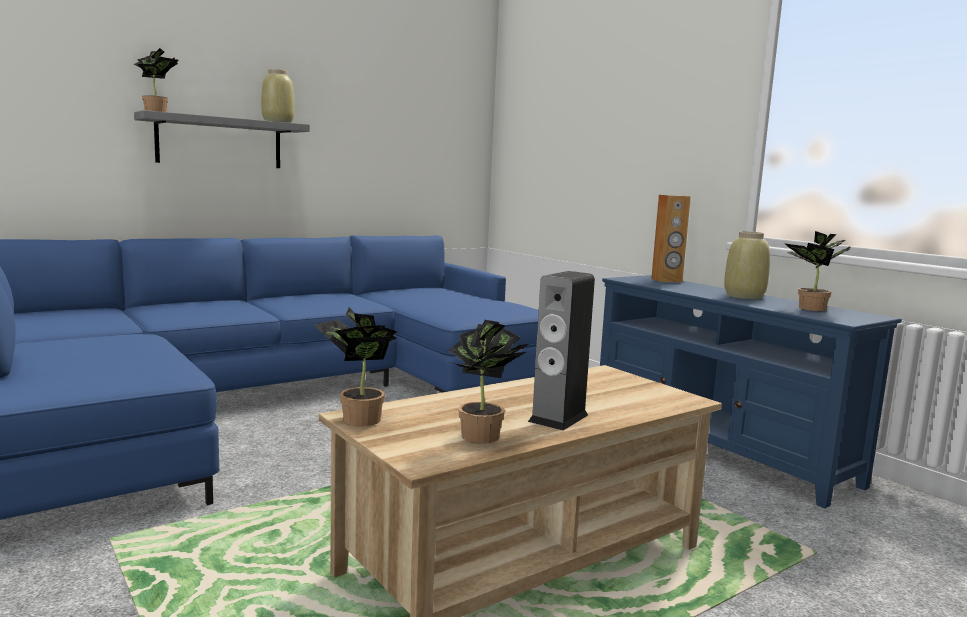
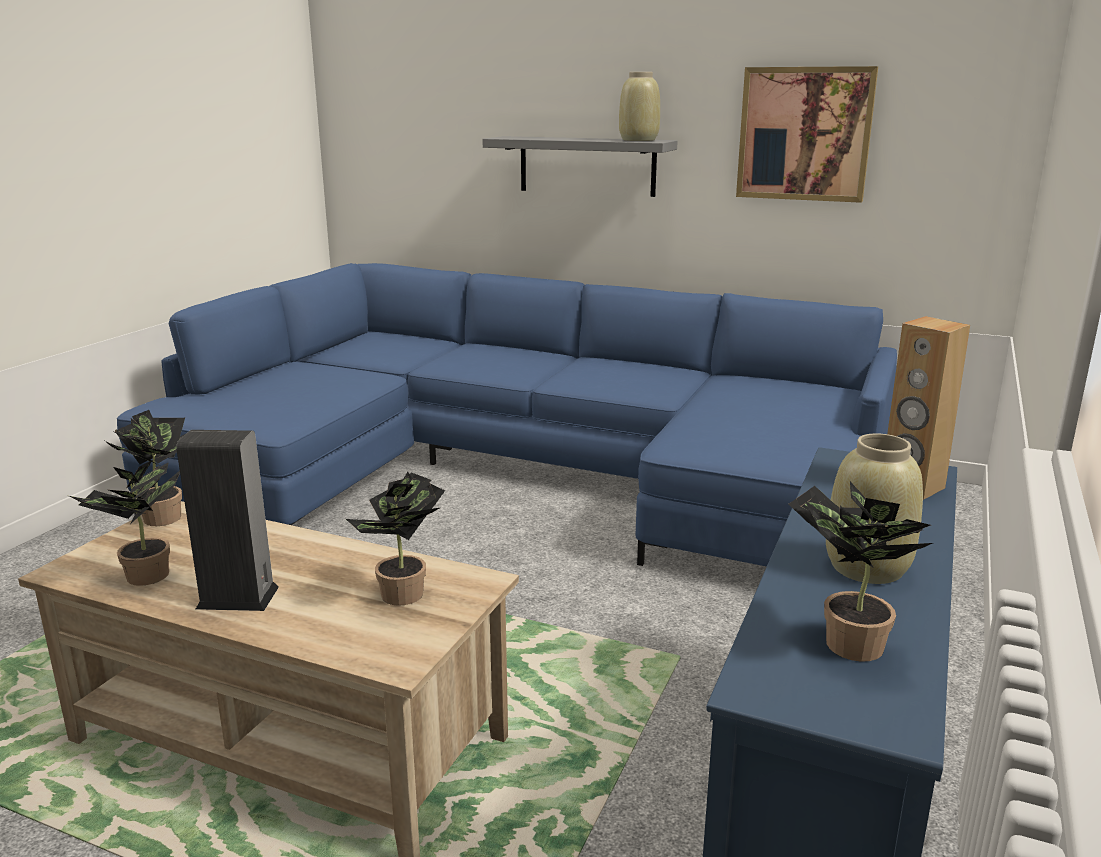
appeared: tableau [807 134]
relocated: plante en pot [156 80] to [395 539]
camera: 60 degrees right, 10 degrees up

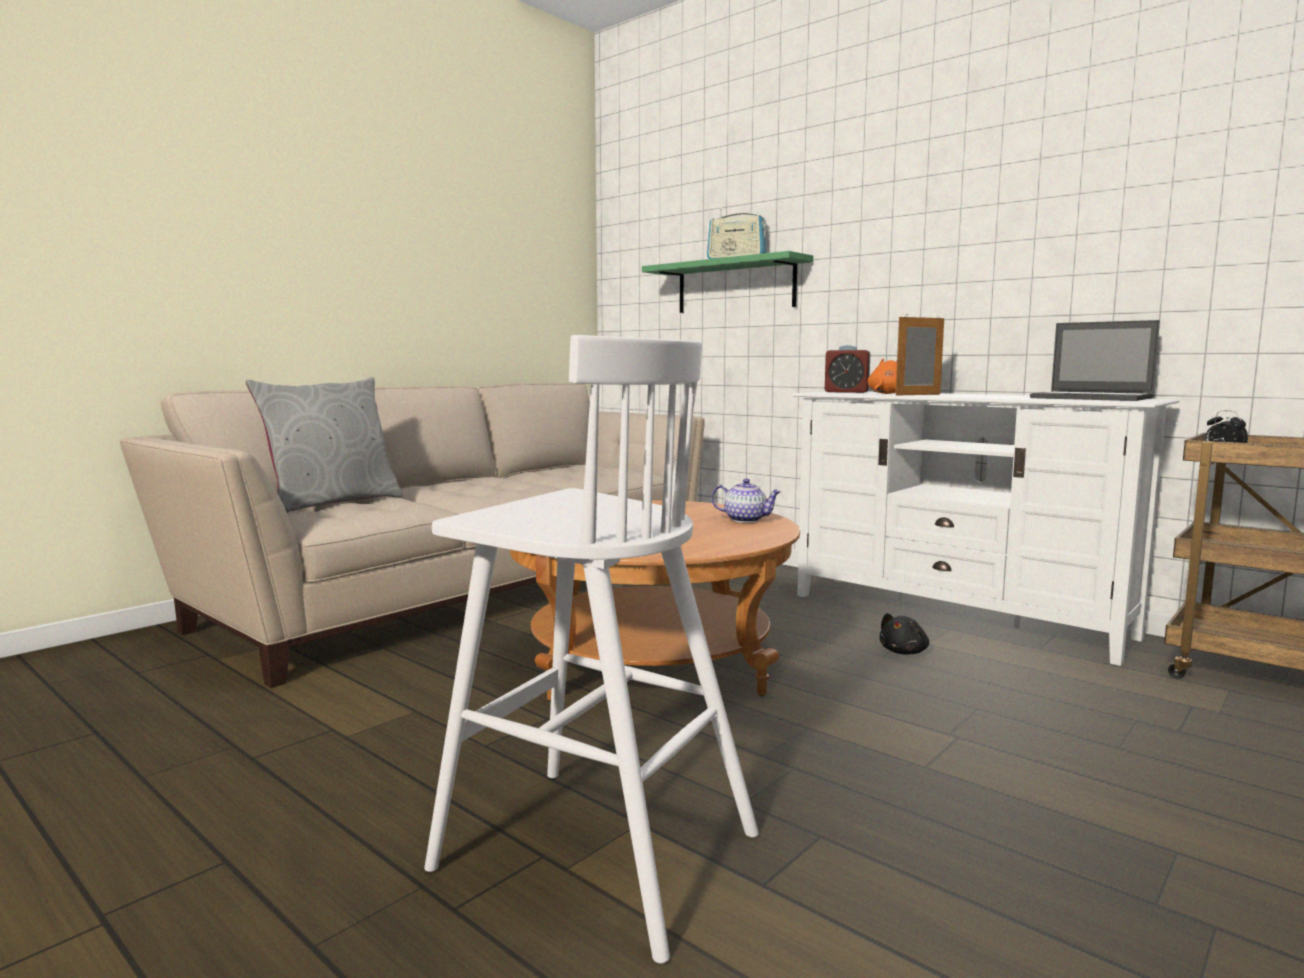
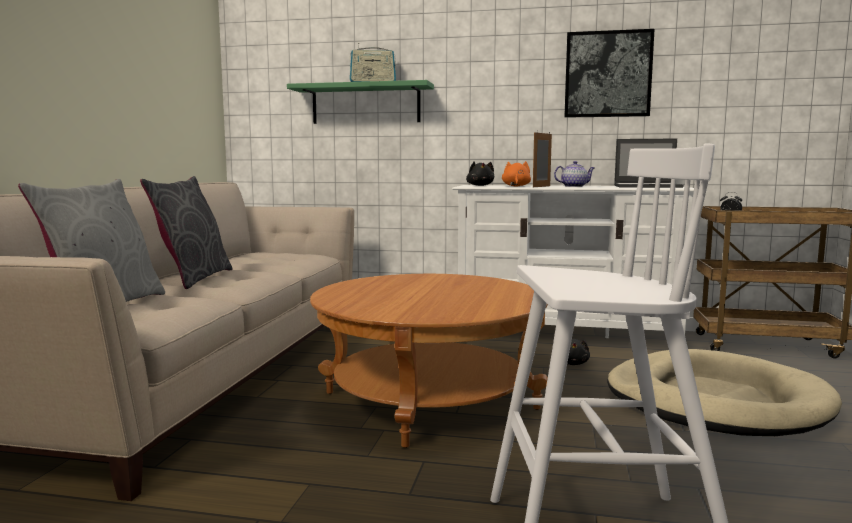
appeared: coussin/gris [186 232]; tableau [609 73]; panier pour chien/beige [724 392]
relocated: théière [746 501] to [574 174]
exchanged: réveil [848 369] to peluche/noir [480 173]
camera: 30 degrees left, 0 degrees up

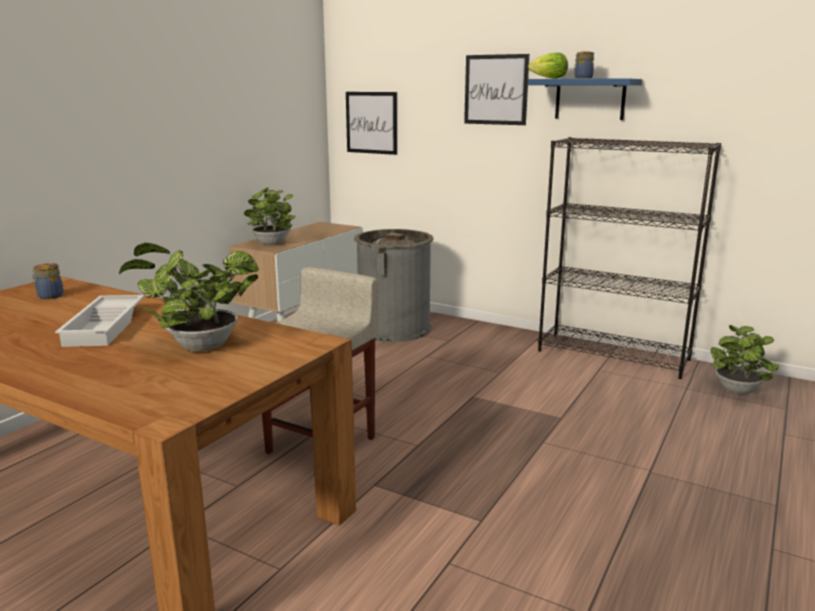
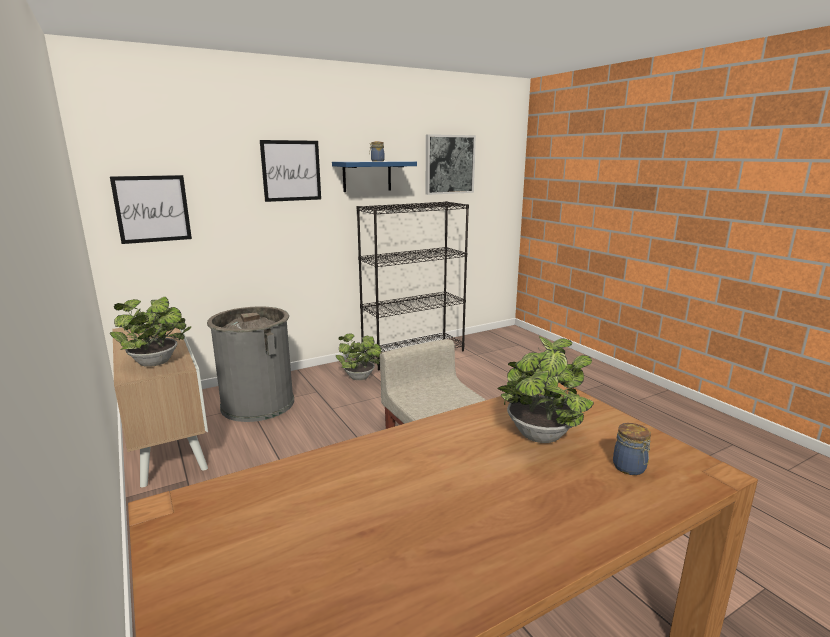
missing: plateau/blanc [100 321]; laitue [548 66]
appeared: tableau [450 164]
relocated: bocal [47 281] to [632 449]; plante en pot [744 359] to [359 356]
camera: 60 degrees left, 0 degrees up

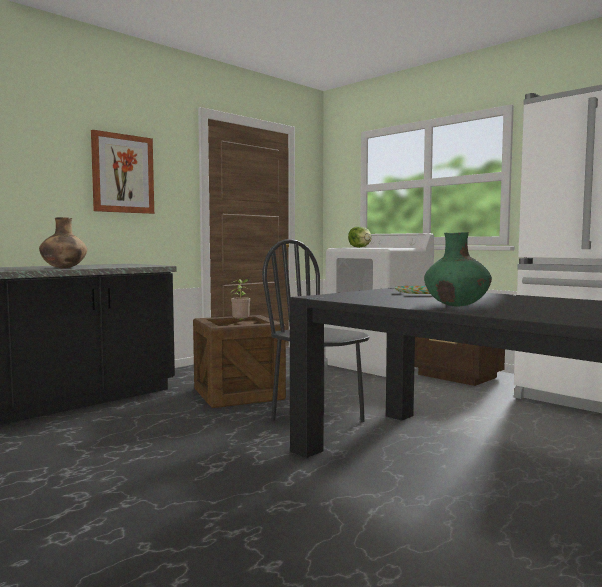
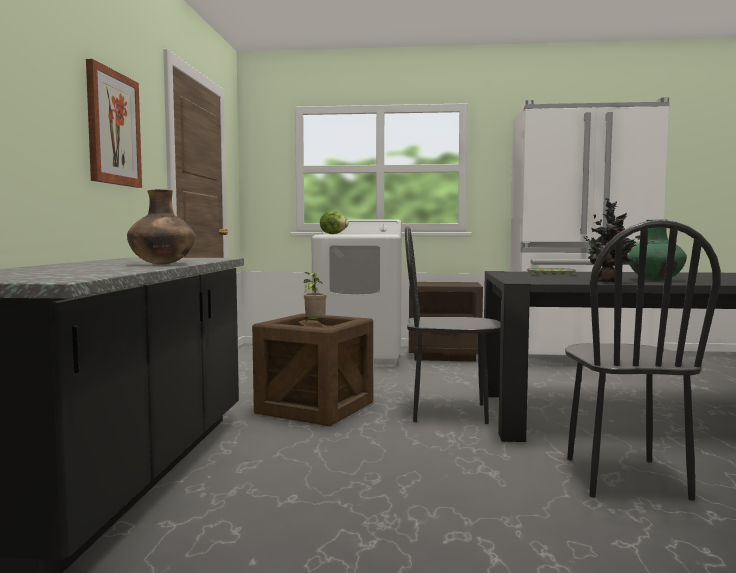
appeared: chaise/noir [643 360]; plante en pot [610 240]
camera: 40 degrees left, 0 degrees up

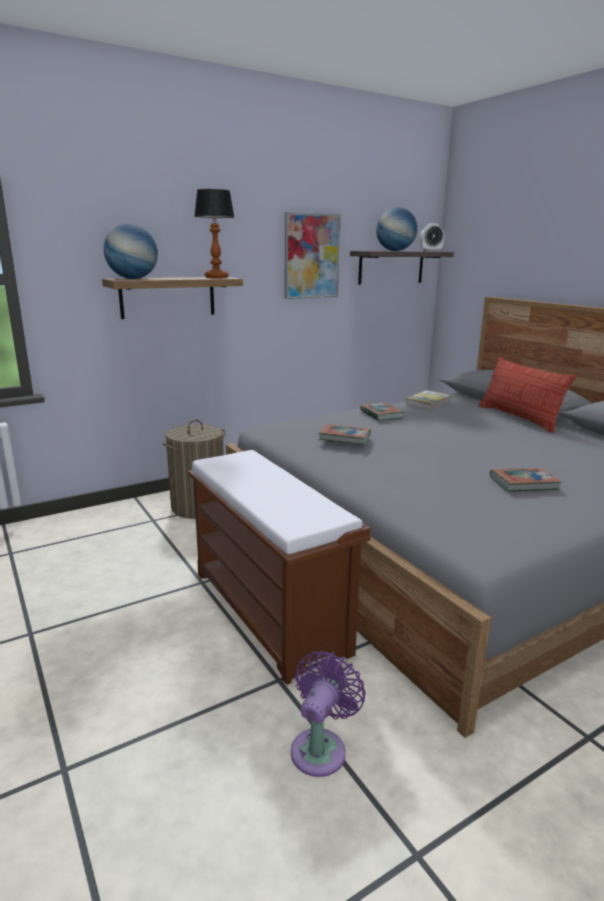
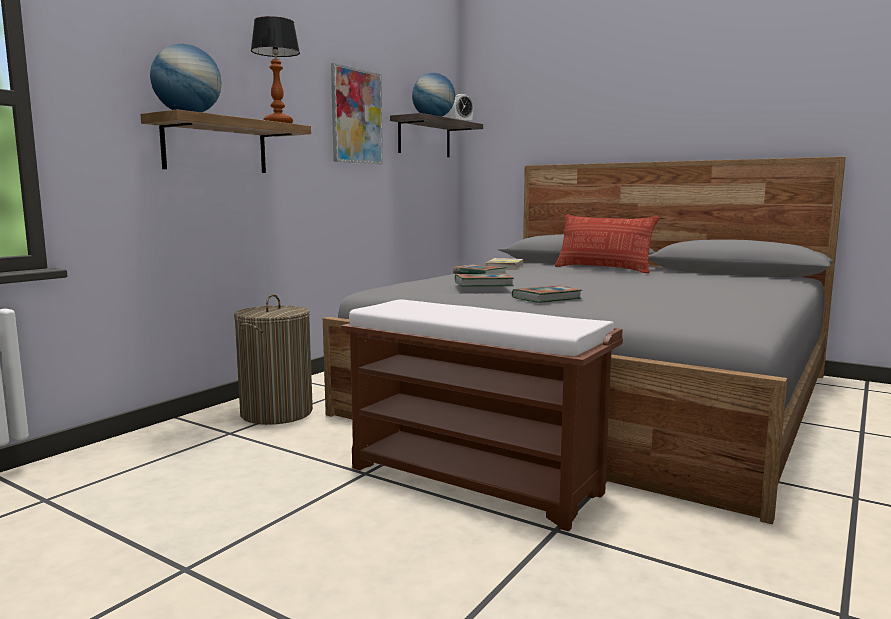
missing: ventilateur/violet [328 713]
relocated: livre [526 480] to [547 294]
camera: 25 degrees left, 10 degrees down

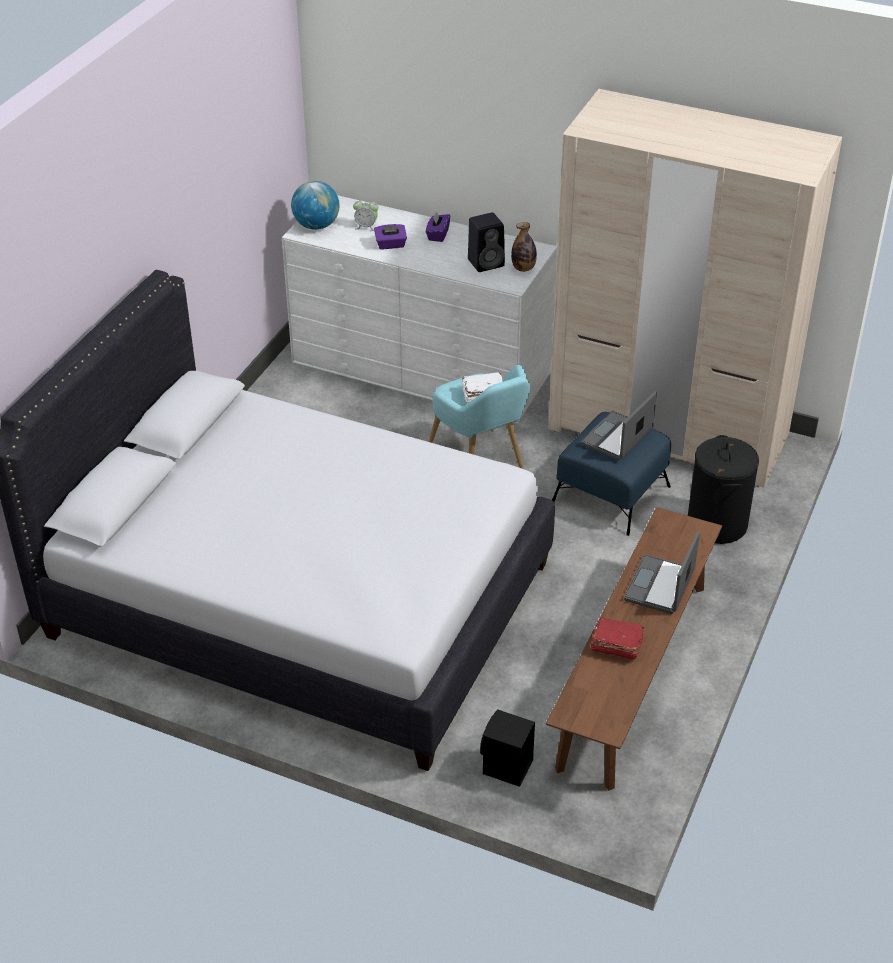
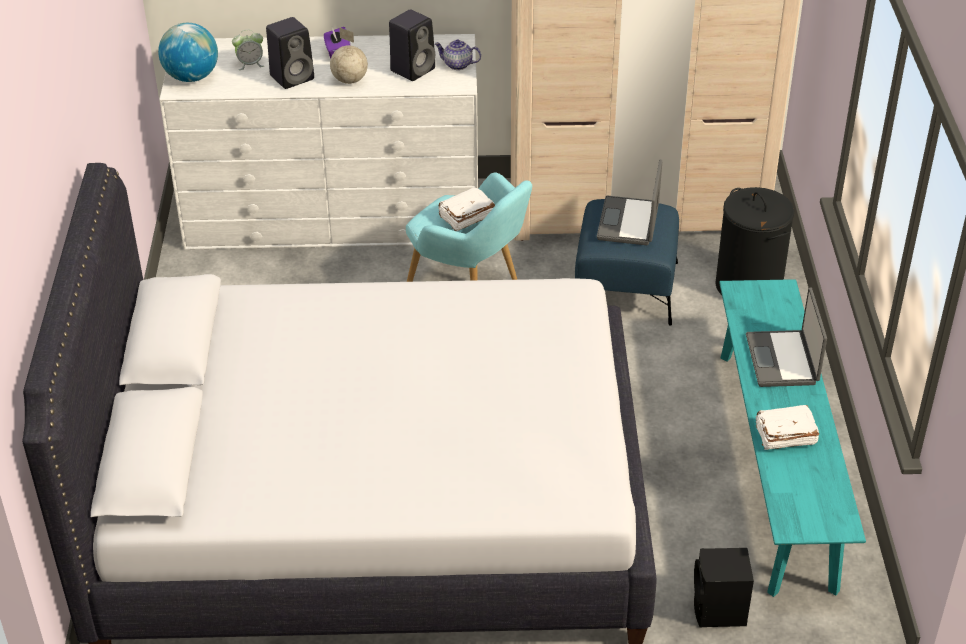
appeared: globe [349 55]
exchanged: boîte à mouchoirs/violet [390 236] to enceinte/noir [290 53]; bouteille [524 247] to théière [457 54]
colour: banc/marron [634 649] to banc/turquoise [792 438]; livre/rouge [617 638] to livre/blanc [787 427]
camera: 25 degrees left, 0 degrees up

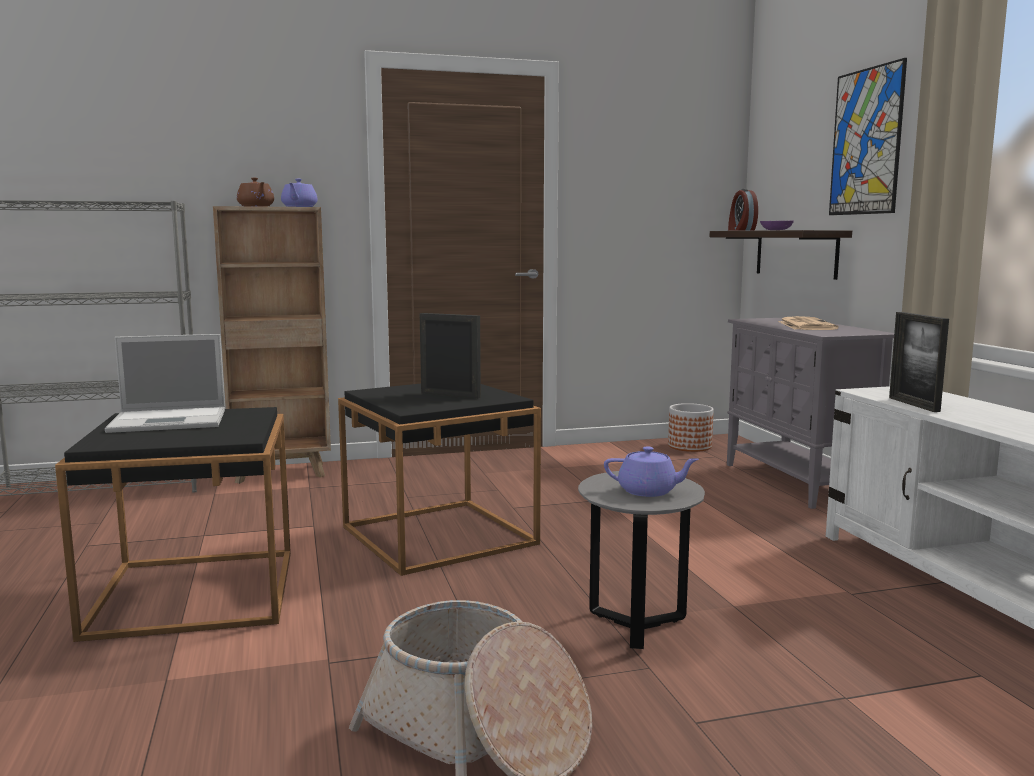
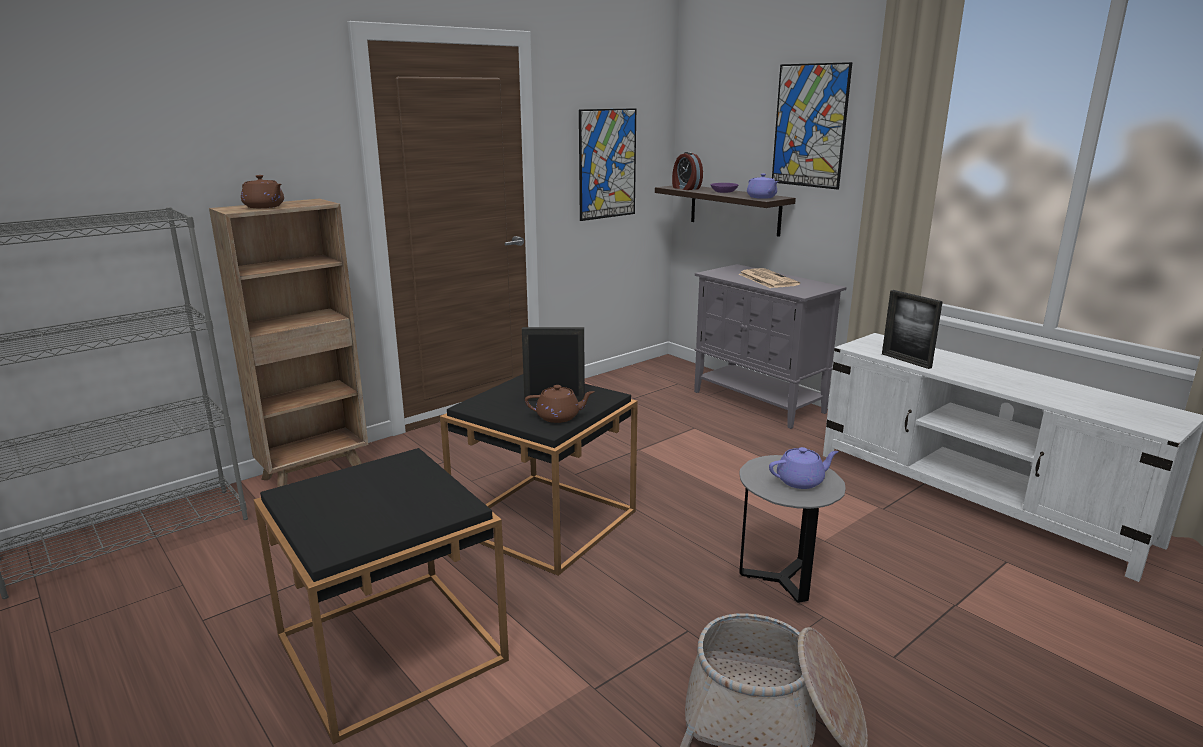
missing: ordinateur portable [165 383]; cache-pot [691 427]
appeared: théière/marron [560 404]; tableau [607 164]
relocated: théière/violet [299 193] to [763 186]
camera: 25 degrees left, 10 degrees up

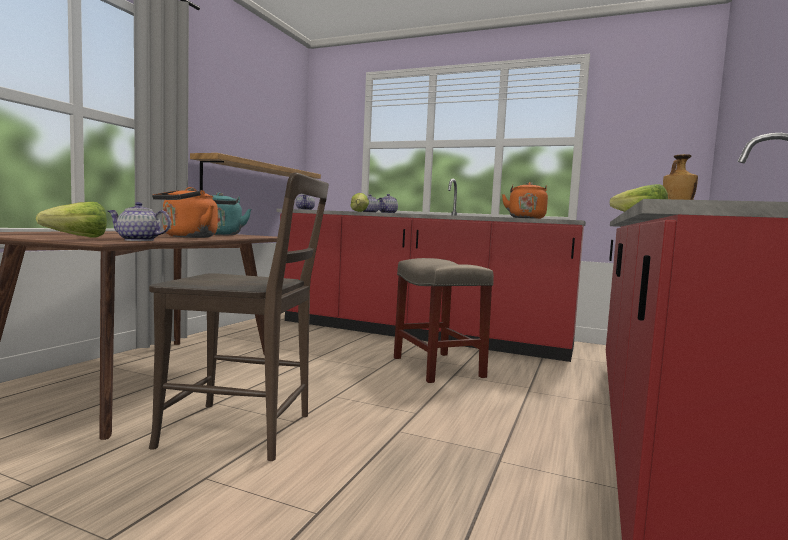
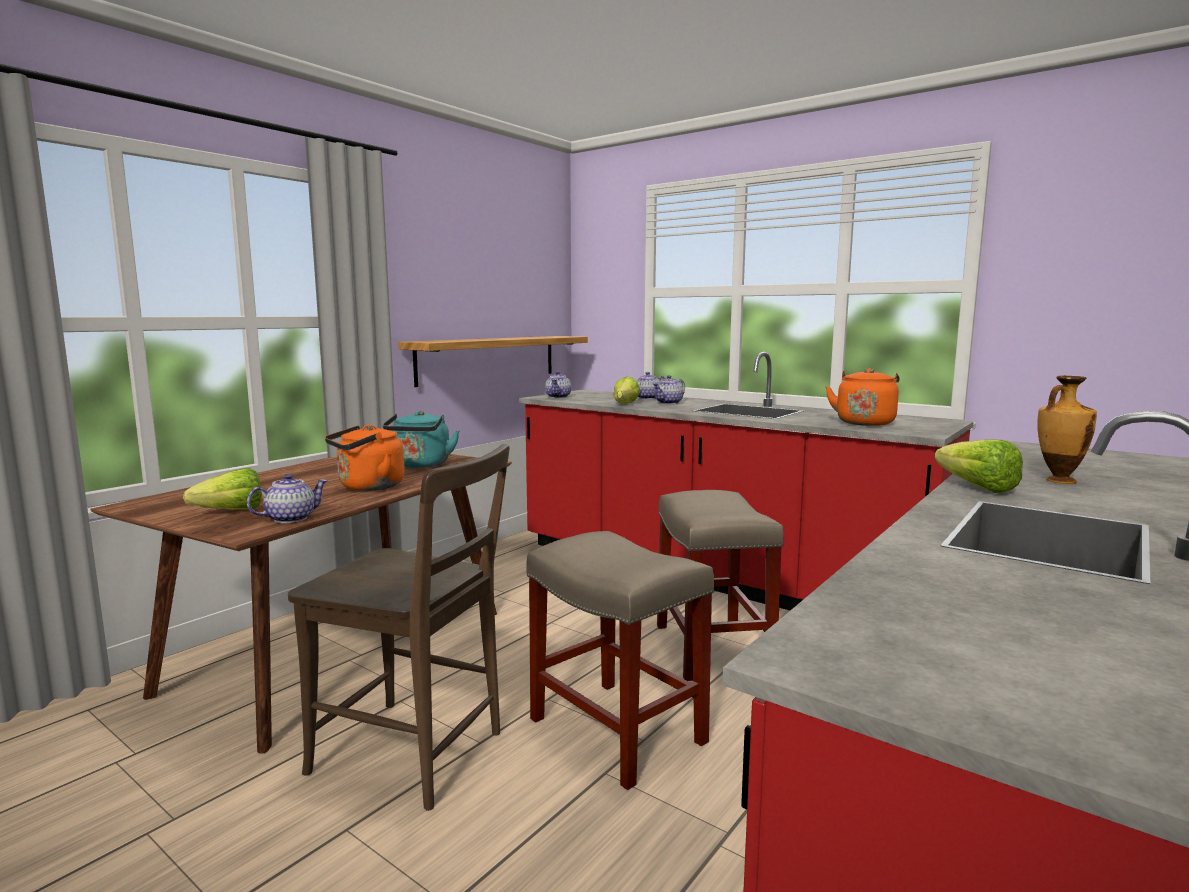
appeared: tabouret/beige [620 660]
spun: théière [139 221] = [287 498] 120 degrees clockwise
camera: 15 degrees right, 5 degrees up

